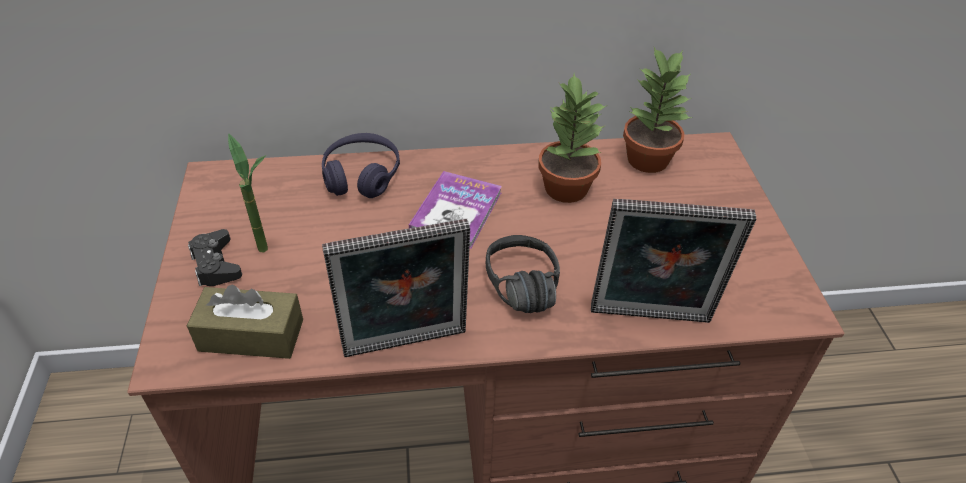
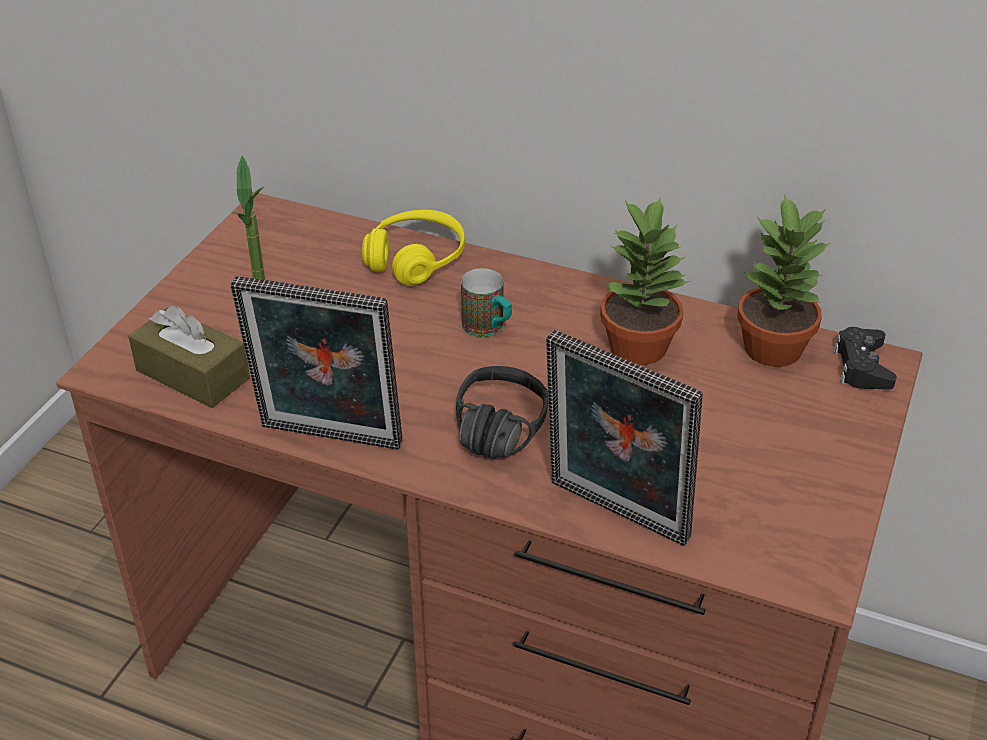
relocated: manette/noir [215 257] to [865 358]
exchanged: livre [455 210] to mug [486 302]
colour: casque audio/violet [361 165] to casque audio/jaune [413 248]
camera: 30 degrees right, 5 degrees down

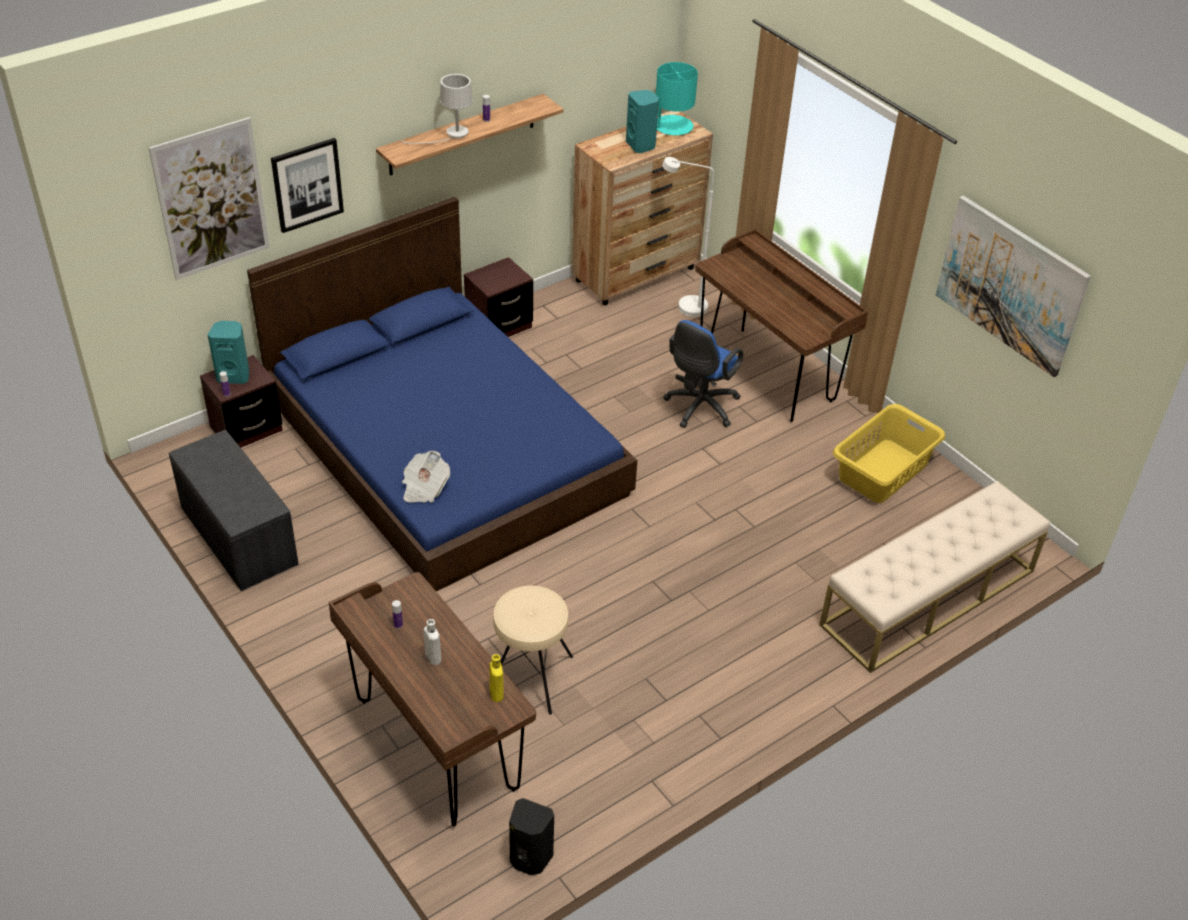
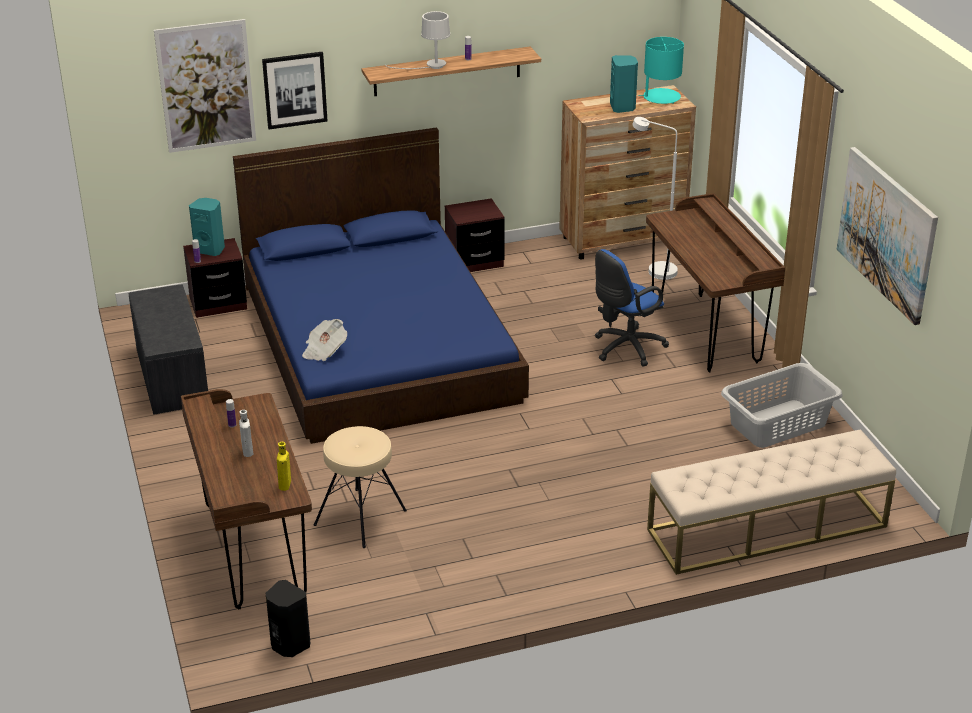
colour: panier à linge/jaune [889 453] to panier à linge/gris [781 405]
camera: 20 degrees right, 10 degrees down

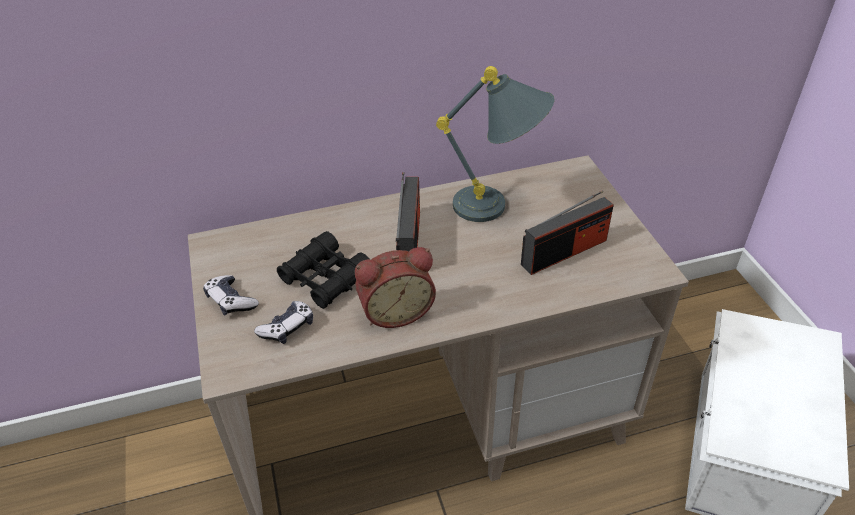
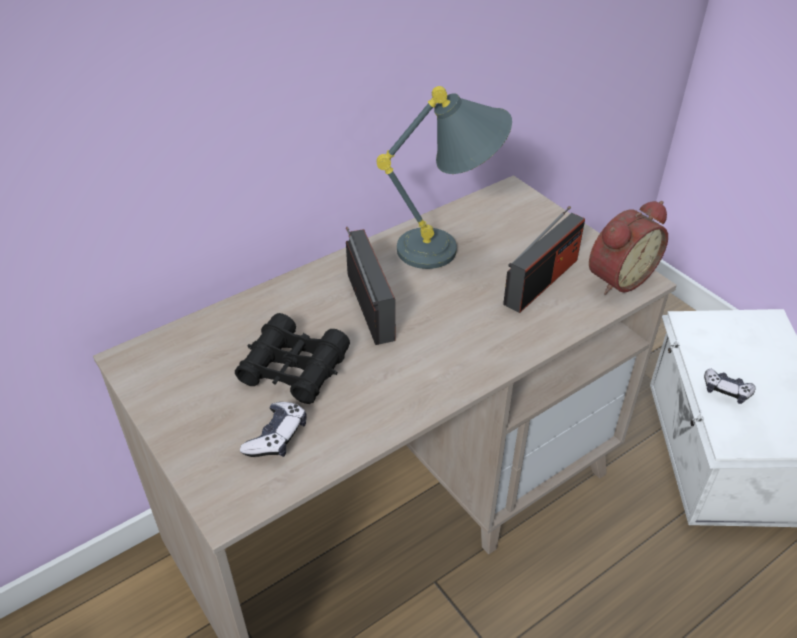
relocated: manette [231 295] to [730 386]; réveil [395 287] to [628 248]
camera: 20 degrees left, 0 degrees up

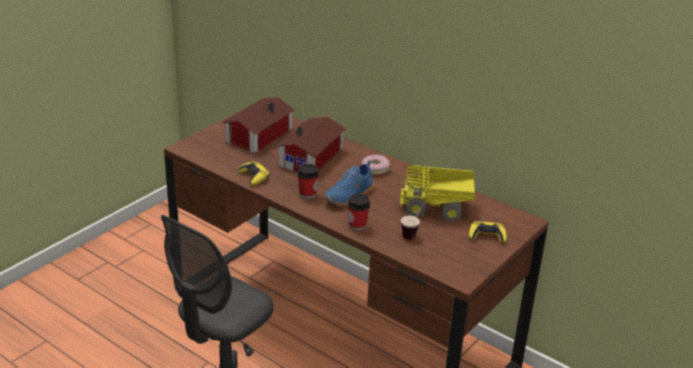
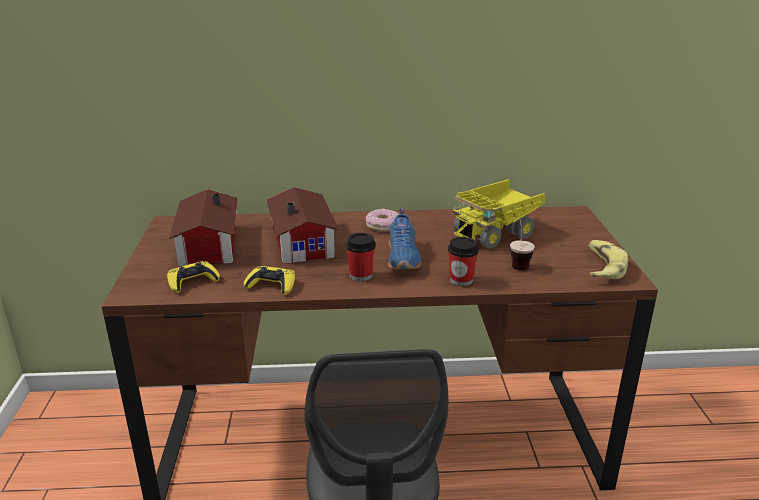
appeared: banane [608 259]
relocated: manette/jaune [488 232] to [193 277]
camera: 40 degrees left, 5 degrees down

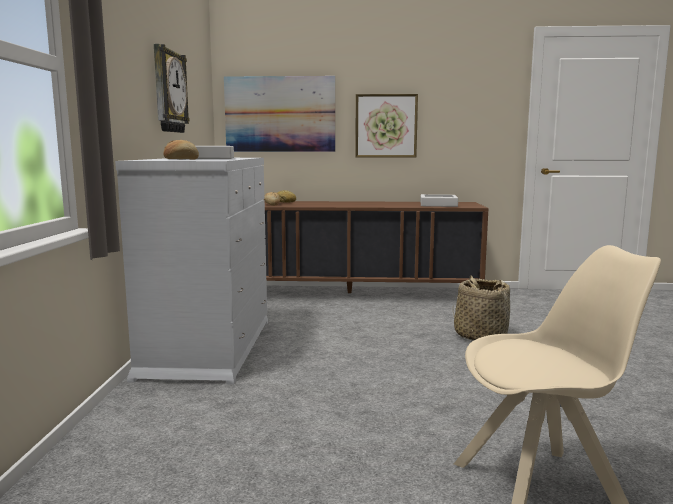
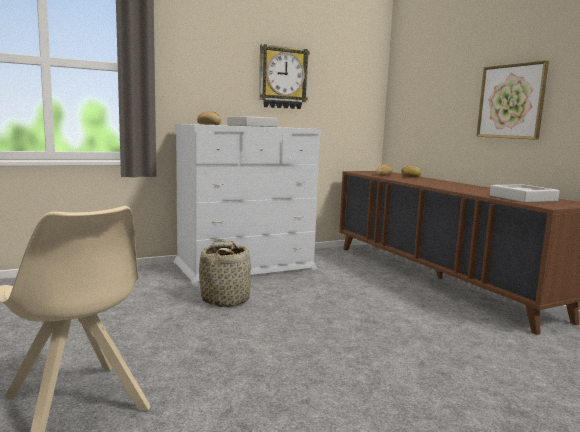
missing: tableau [279 114]
relocated: panier [481 308] to [225 273]
camera: 60 degrees right, 0 degrees up

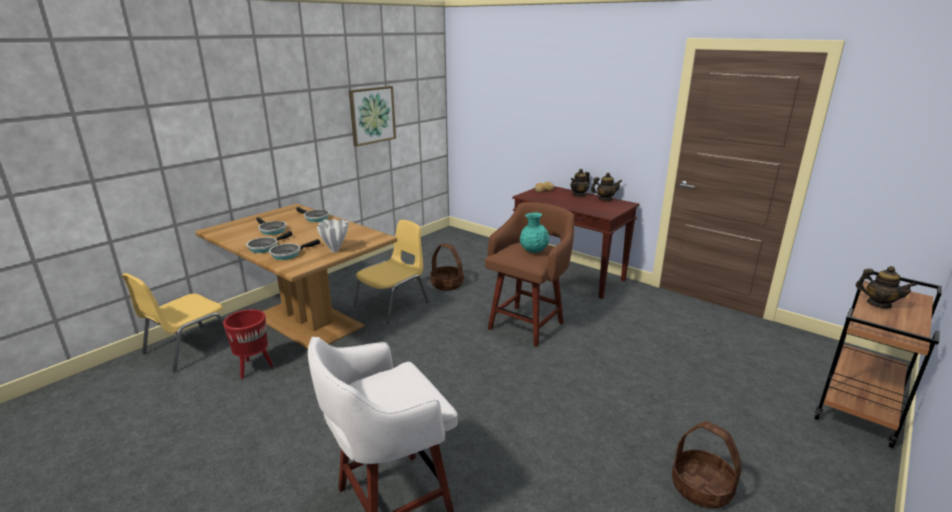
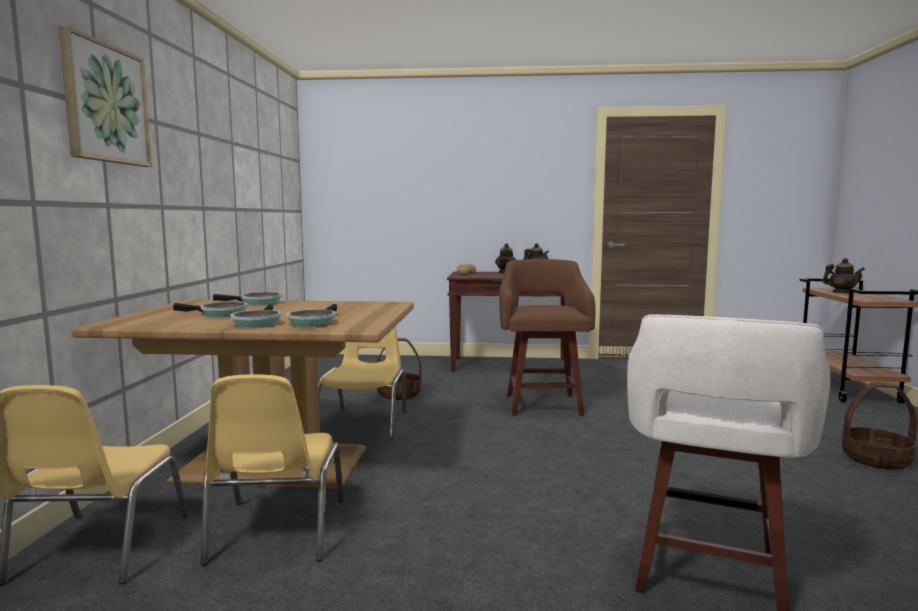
missing: vase/blanc [333 235]; vase/turquoise [534 232]
relocated: tableau [372 116] to [105 96]
exchanged: cache-pot/rouge [248 344] to chaise/jaune [272 469]
camera: 35 degrees left, 15 degrees down

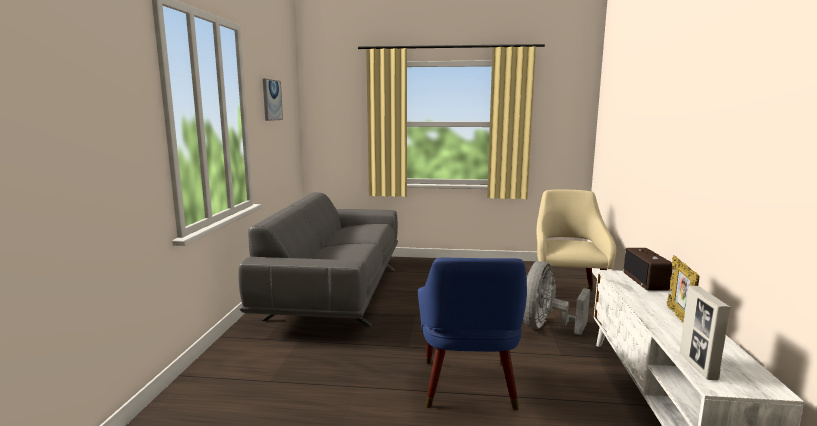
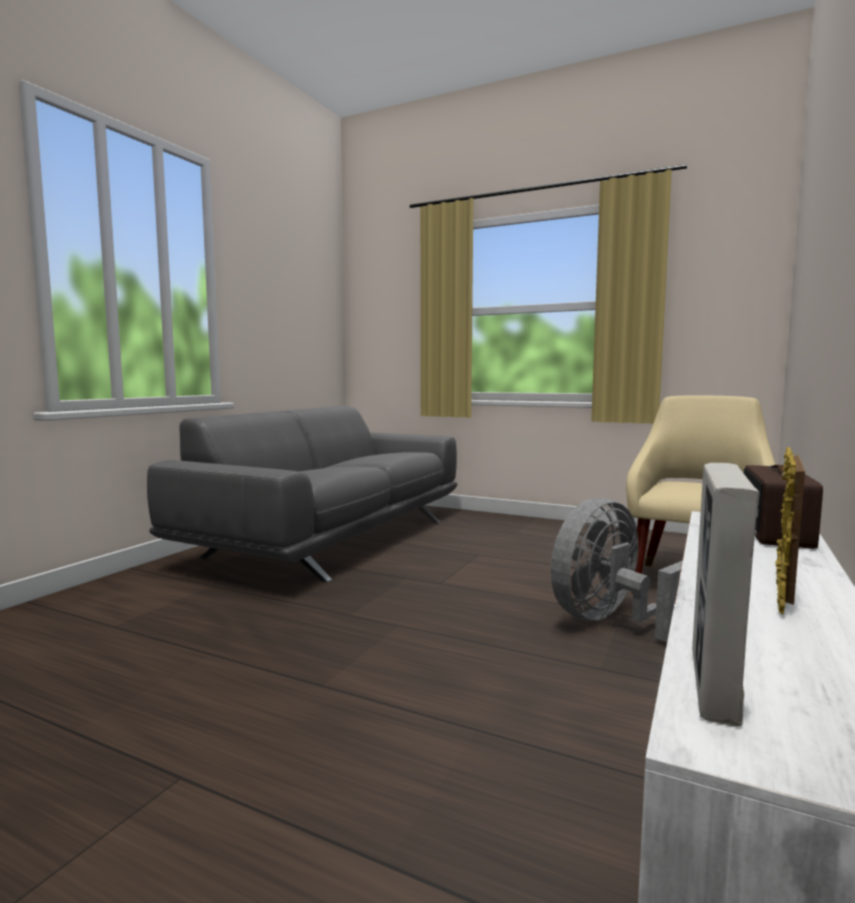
missing: tableau [273 100]; fauteuil/bleu [472 333]
camera: 20 degrees right, 5 degrees down

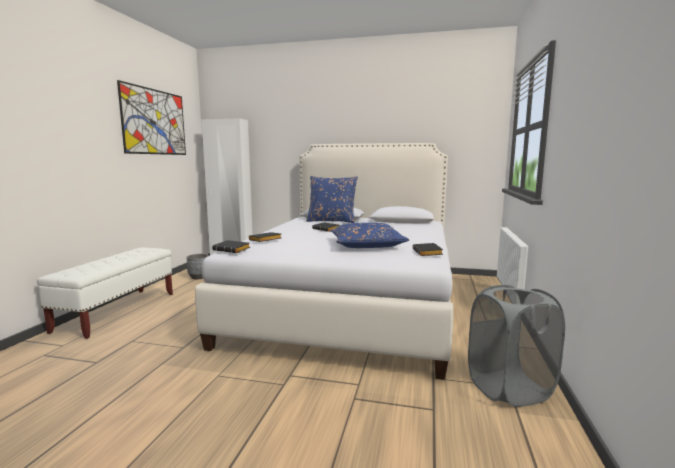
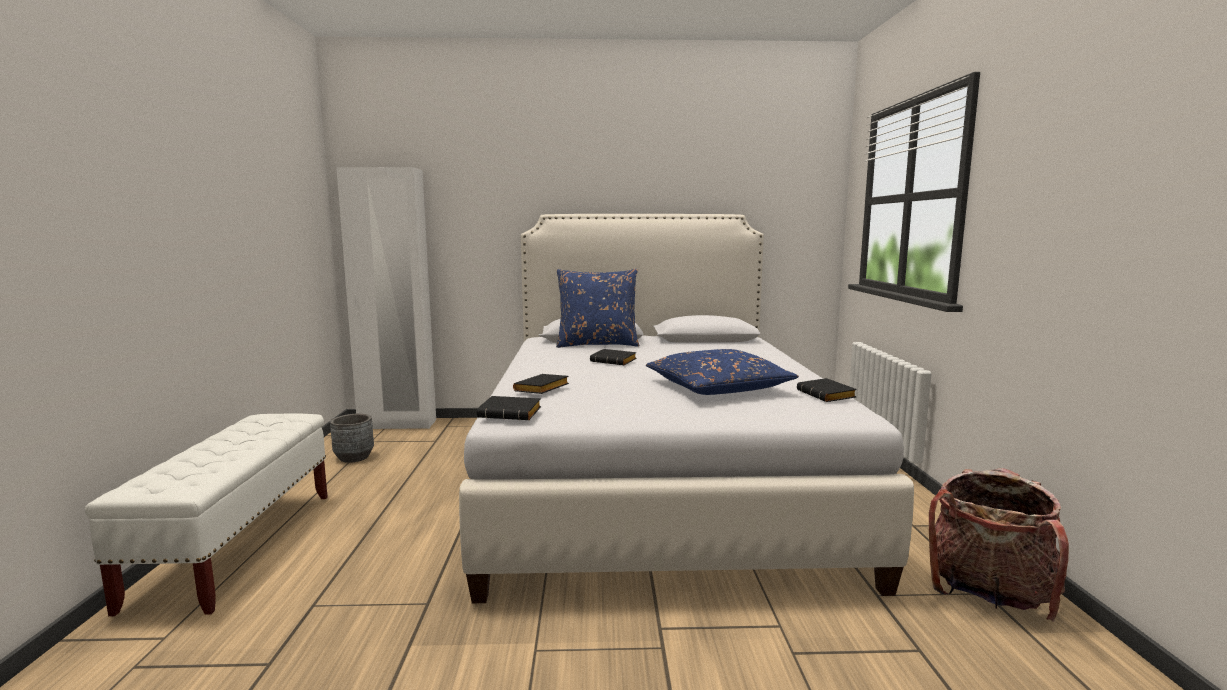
missing: tableau [151 117]
exchanged: panier à linge/gris [516 346] to sac à dos [999 545]
camera: 15 degrees left, 0 degrees up

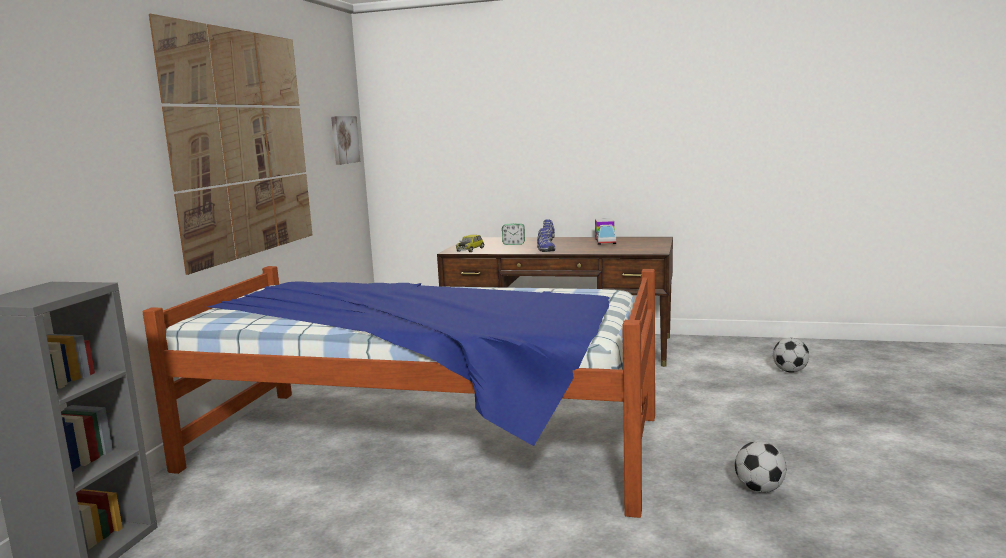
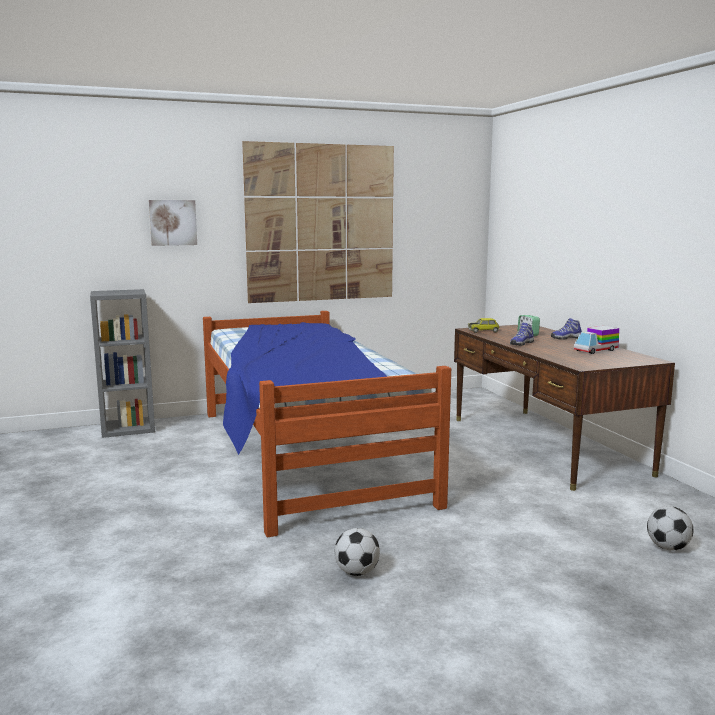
relocated: tableau [345 140] to [173 223]
camera: 55 degrees right, 0 degrees up

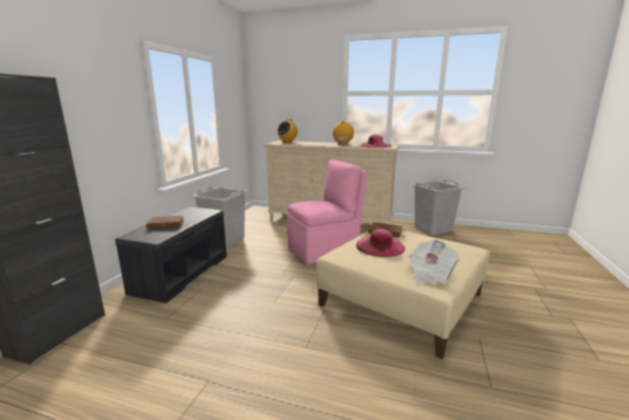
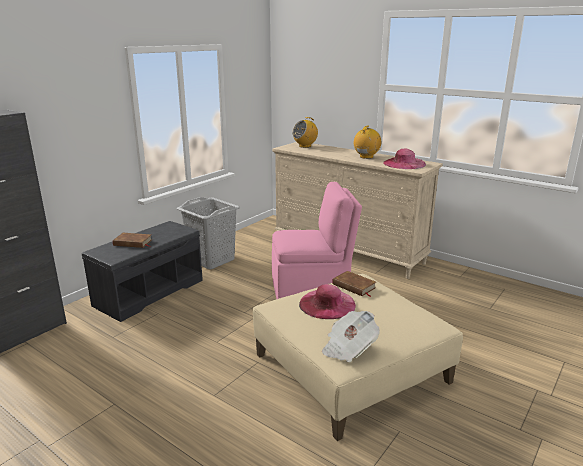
missing: panier à linge/gris [438 207]
camera: 20 degrees right, 5 degrees up

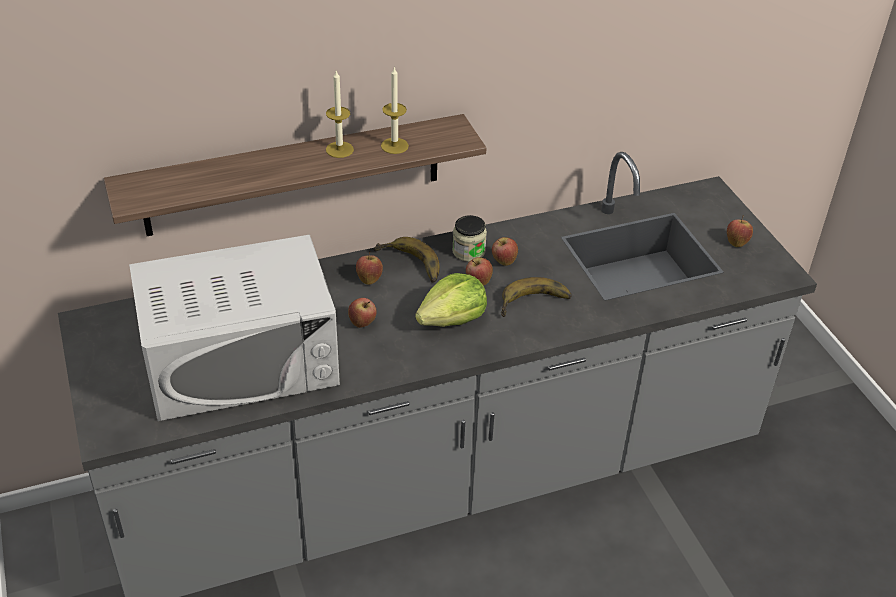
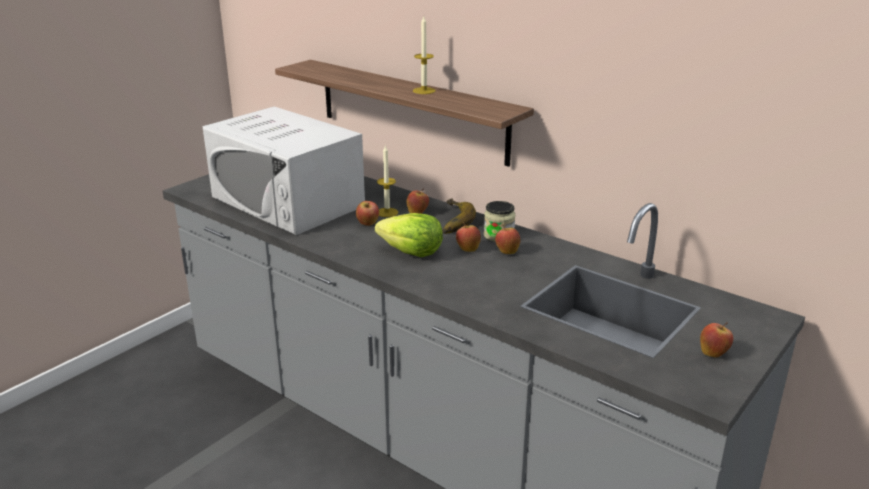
missing: banane [536 297]
relocated: bougie [395 110] to [387 181]
camera: 60 degrees right, 15 degrees down

